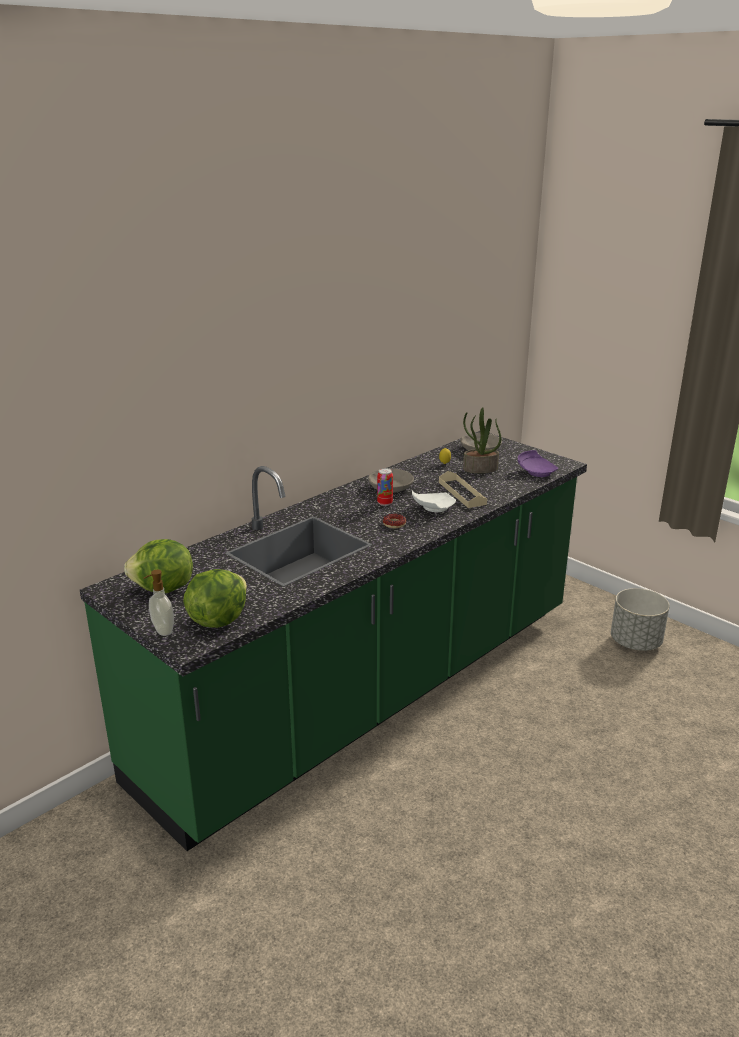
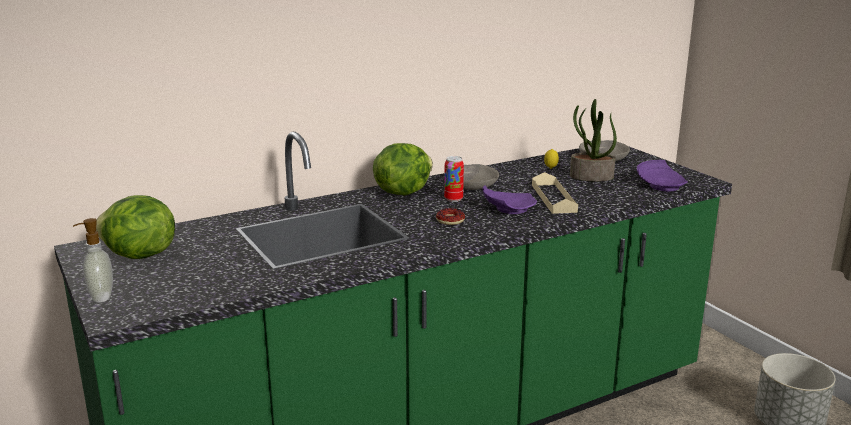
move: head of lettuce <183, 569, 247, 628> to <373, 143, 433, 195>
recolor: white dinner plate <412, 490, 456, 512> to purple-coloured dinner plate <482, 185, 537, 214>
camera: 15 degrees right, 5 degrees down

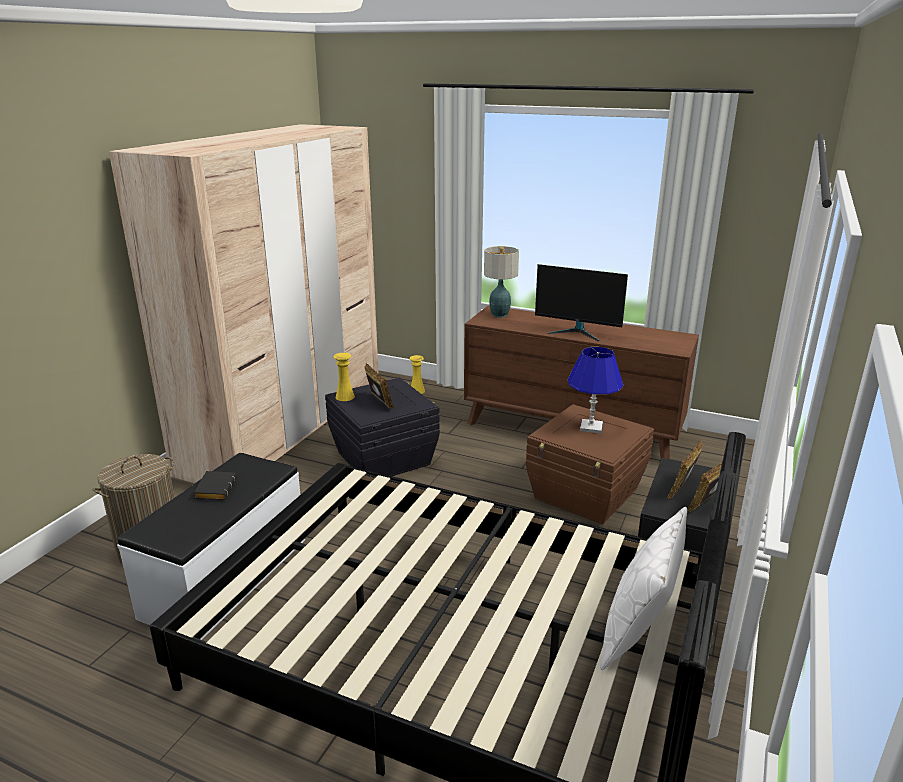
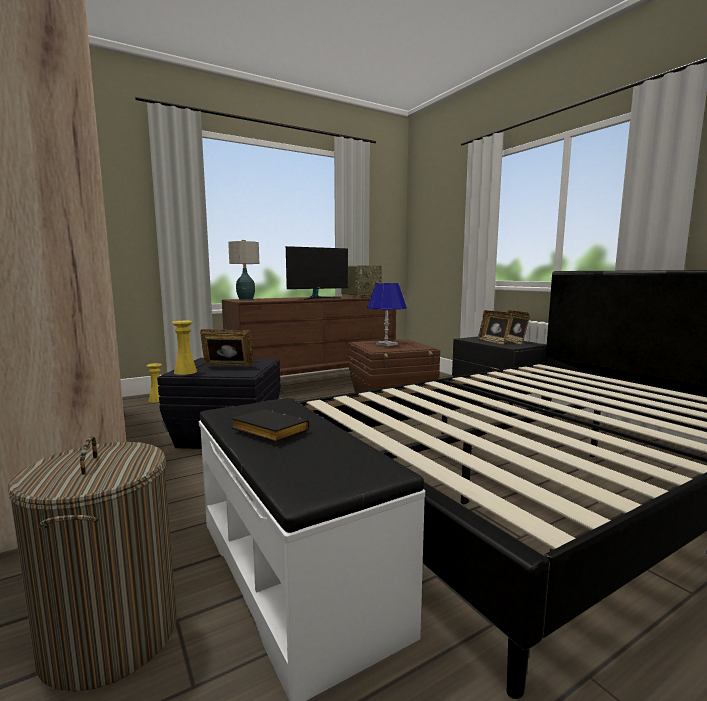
delete: white pillow <601, 507, 687, 670>
insert: radio <341, 265, 382, 298>
camera: 55 degrees left, 15 degrees down

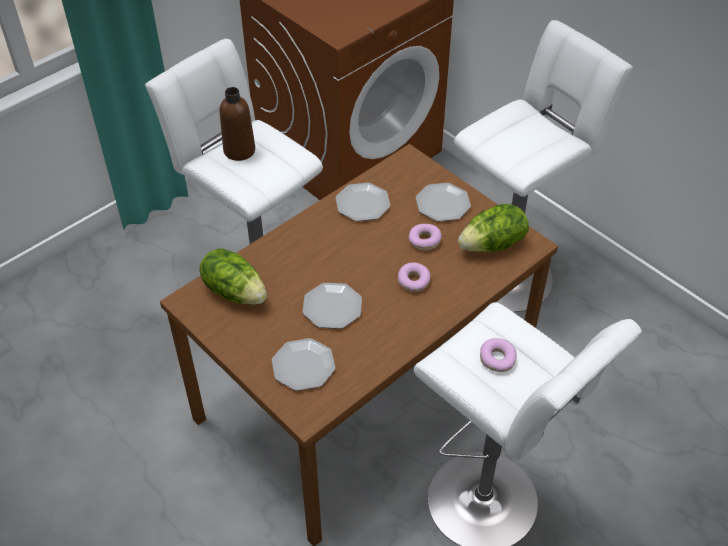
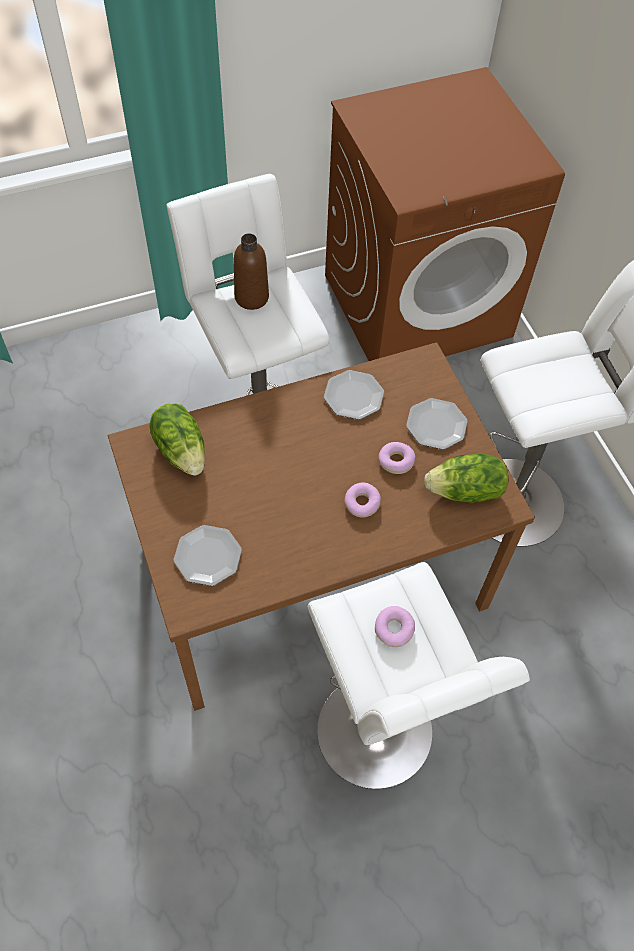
delete: dinner plate <303, 283, 362, 329>
camera: 20 degrees right, 10 degrees up

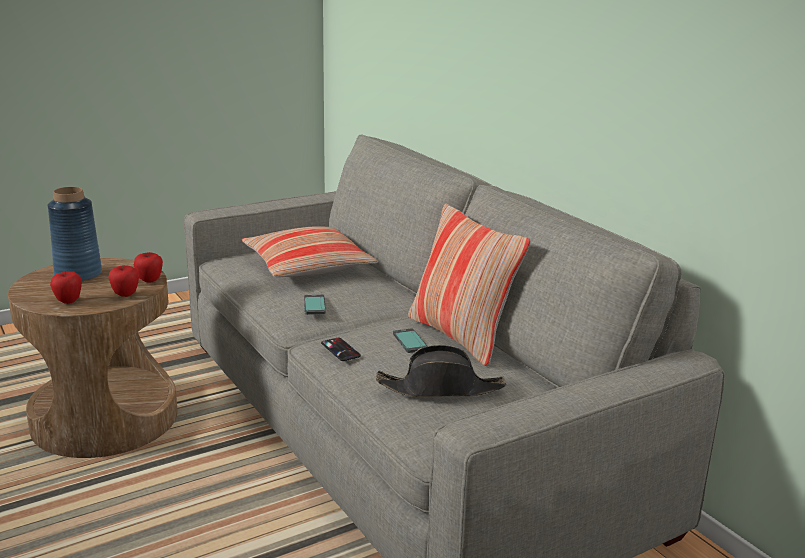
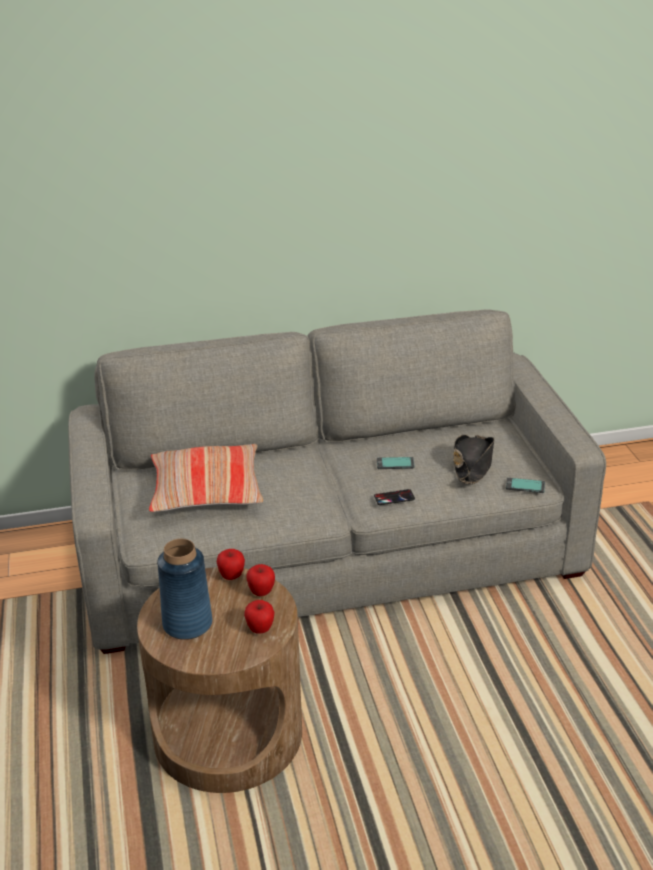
delete: pillow <408, 204, 531, 366>
move: handset <304, 295, 326, 315> to <506, 478, 545, 493>
camera: 70 degrees left, 10 degrees up

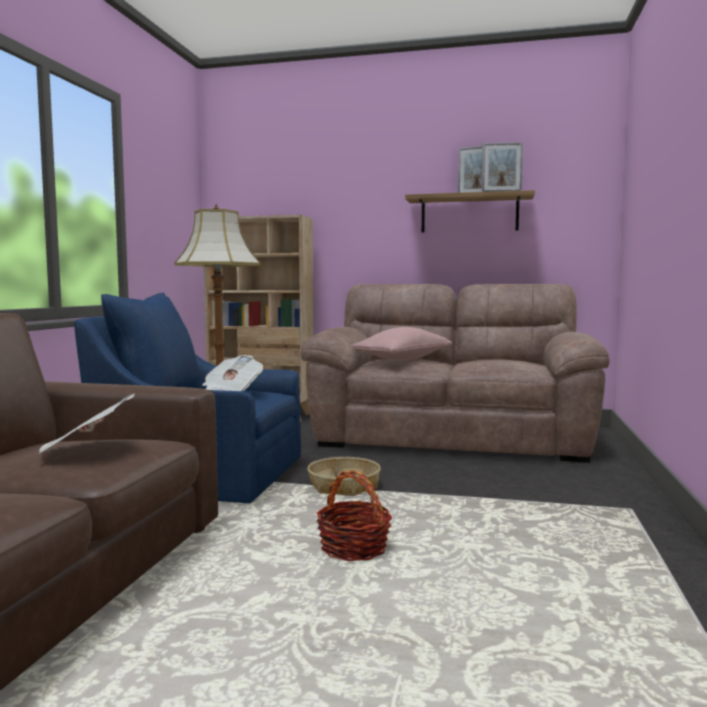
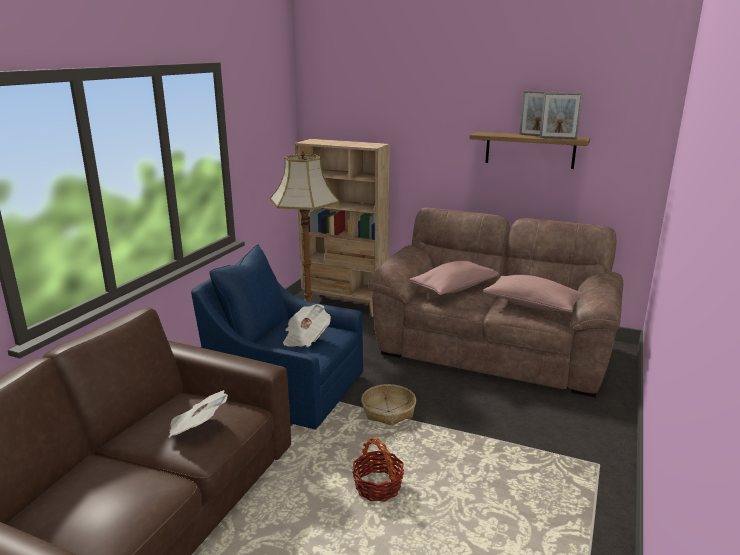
insert: pink pillow <483, 275, 582, 313>
camera: 10 degrees right, 15 degrees up

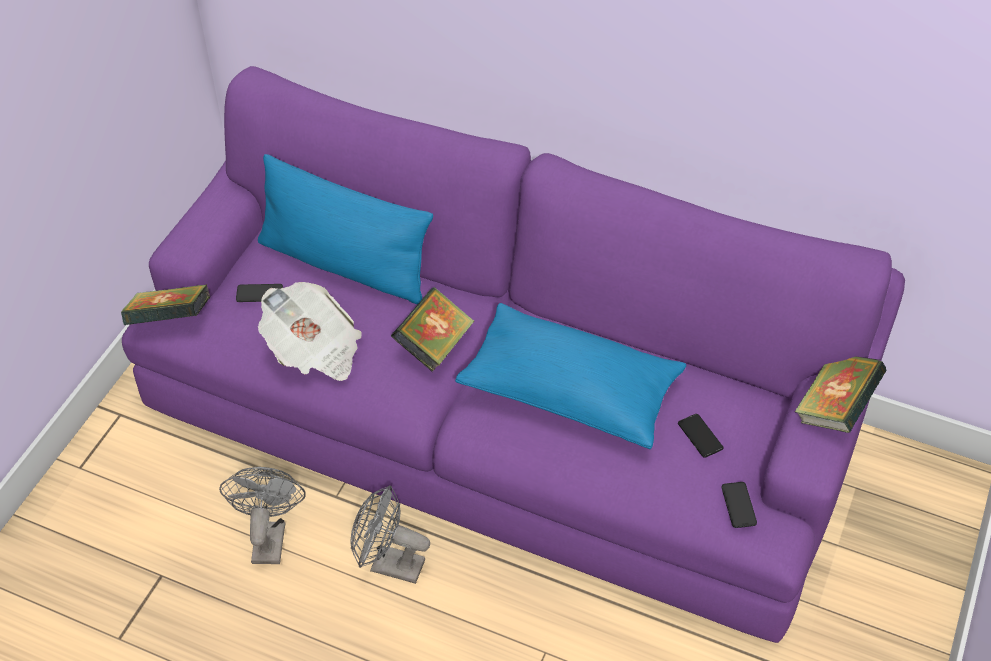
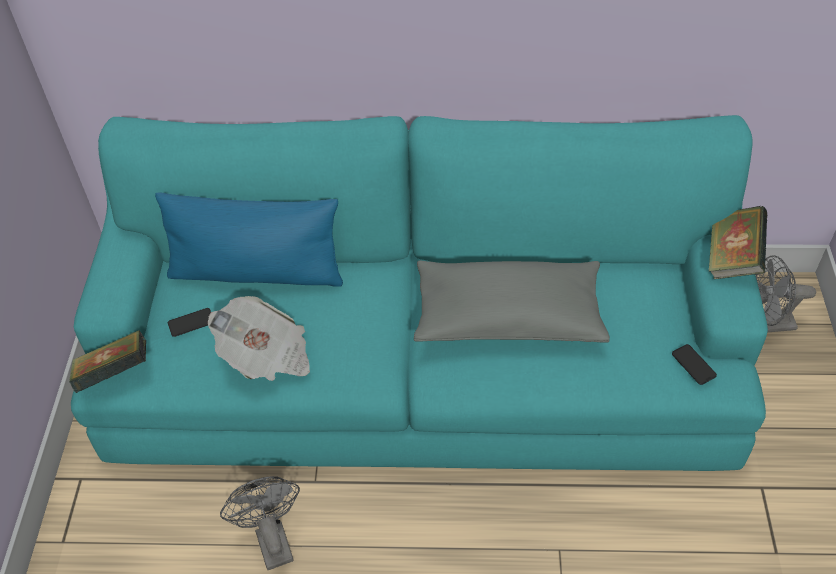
delete: book <391, 287, 474, 372>; handset <678, 414, 723, 458>
move: greyish electric fan <351, 485, 430, 584> to <755, 255, 816, 332>
recolor: purple-coloured settee <122, 66, 905, 643> to turquoise settee <71, 115, 768, 471>; blue pillow <455, 303, 686, 449> to greyish pillow <414, 261, 610, 343>
camera: 20 degrees left, 0 degrees up

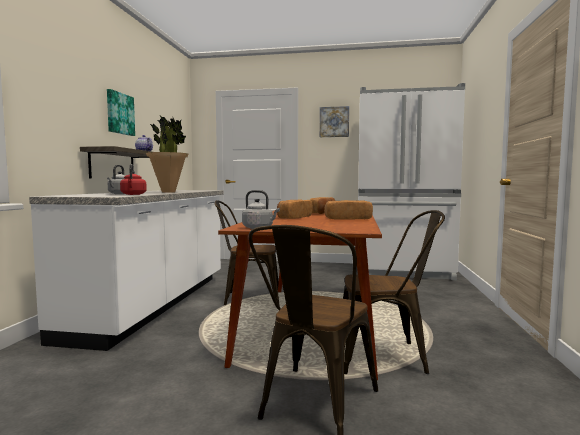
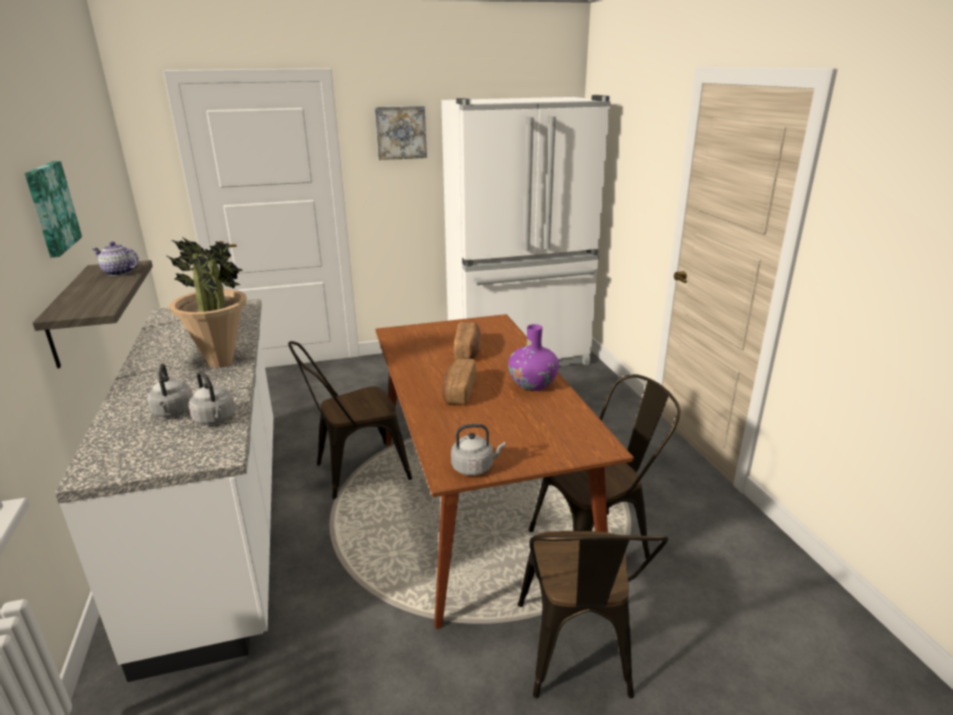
replace: bread <324, 200, 373, 220> to purple-coloured vase <508, 324, 559, 391>
recolor: reddish tea kettle <120, 164, 147, 195> to greyish tea kettle <188, 371, 235, 425>
camera: 25 degrees left, 20 degrees up

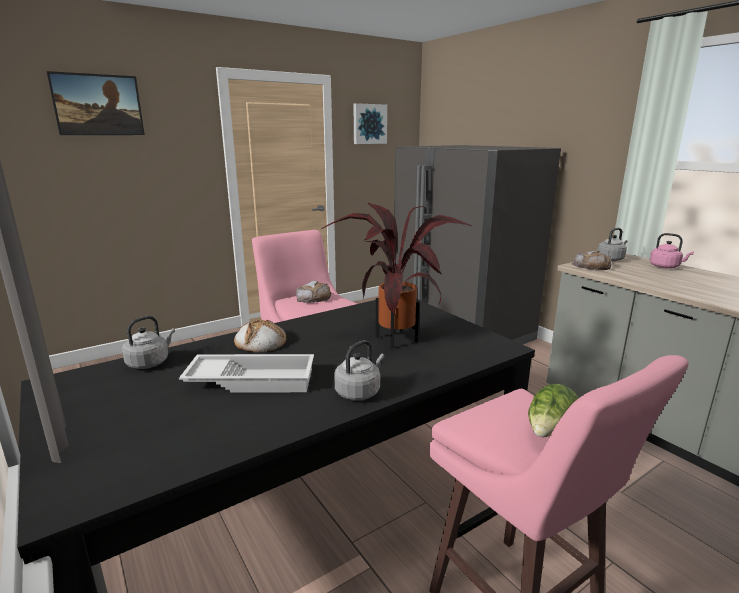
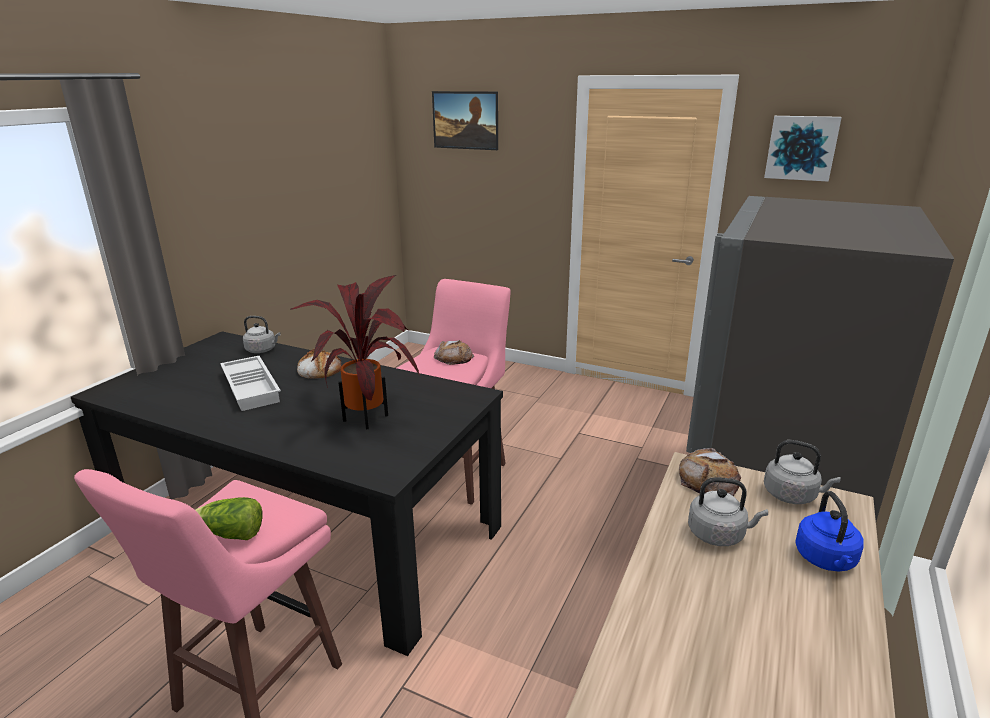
move: greyish tea kettle <334, 340, 385, 401> to <688, 477, 768, 546>
recolor: pink tea kettle <650, 233, 694, 268> to blue tea kettle <795, 491, 864, 571>
camera: 60 degrees right, 5 degrees up

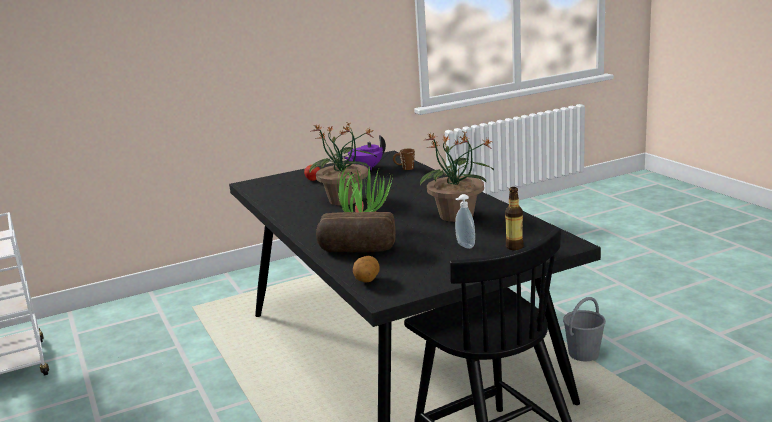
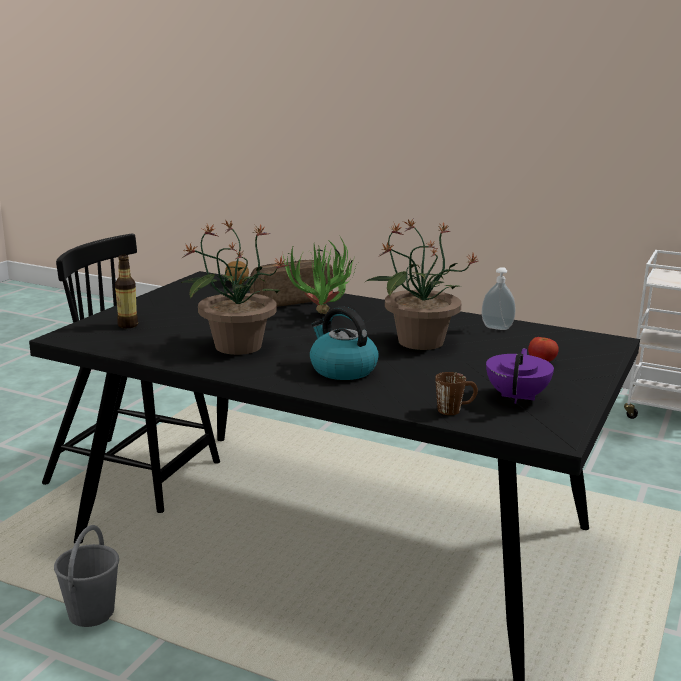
insert: tea kettle <310, 307, 379, 380>
move: soap dispenser <455, 194, 475, 249> to <482, 267, 516, 330>
camera: 140 degrees right, 0 degrees up

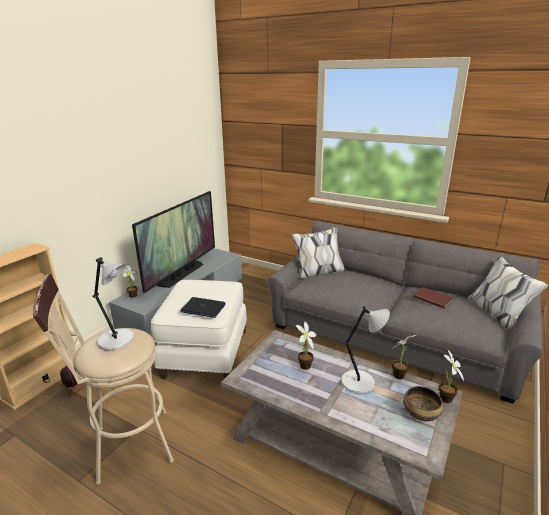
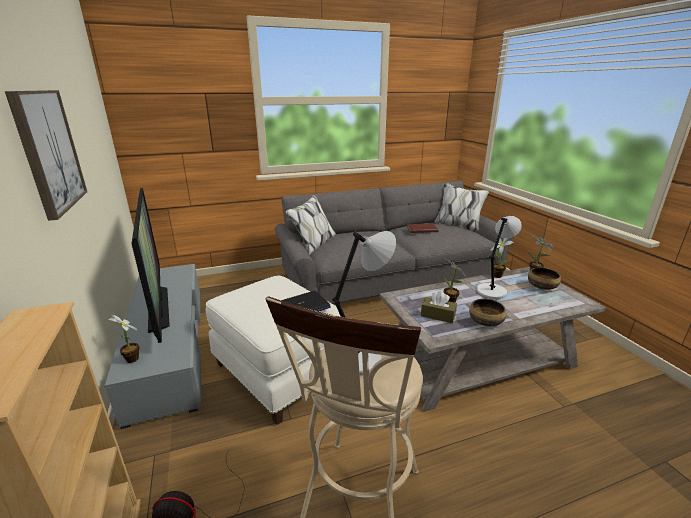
insert: picture <5, 90, 87, 221>; brownish tissue holder <421, 291, 457, 323>; deep dish <469, 299, 506, 326>
camera: 50 degrees left, 0 degrees up

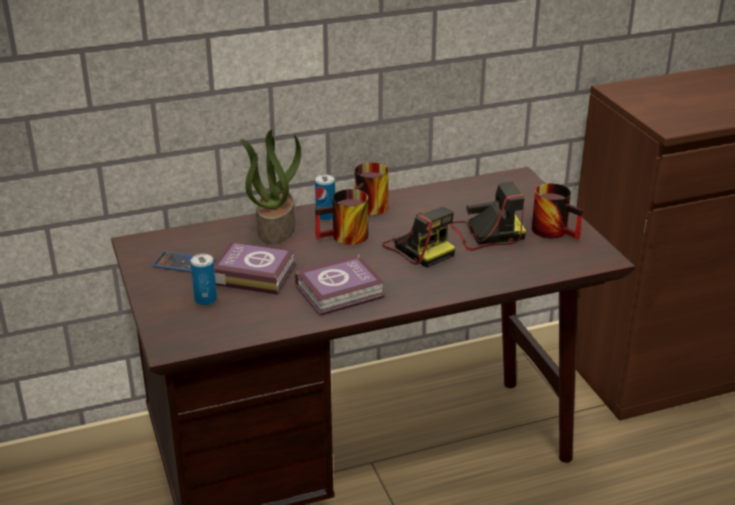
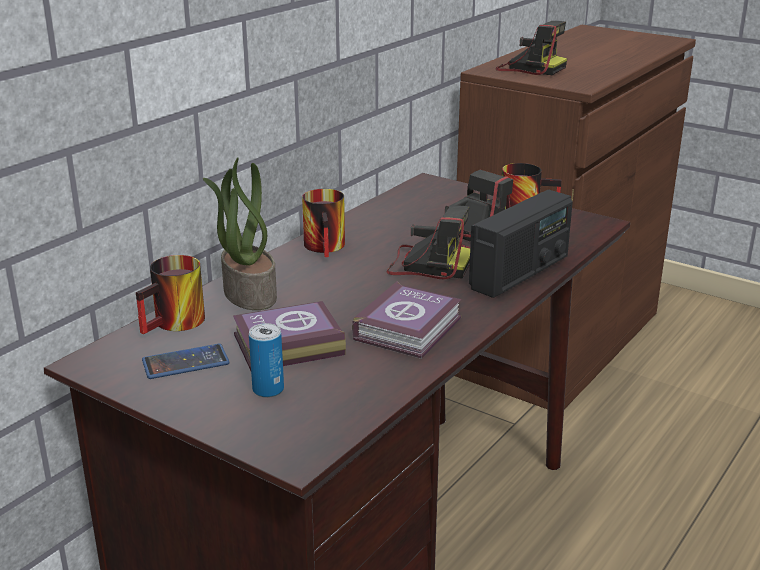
delete: sealed can <315, 174, 335, 221>
insert: radio <469, 190, 573, 298>; still camera <495, 21, 567, 75>
move: coffee mug <315, 189, 368, 245> to <136, 255, 205, 334>
camera: 35 degrees left, 5 degrees down

